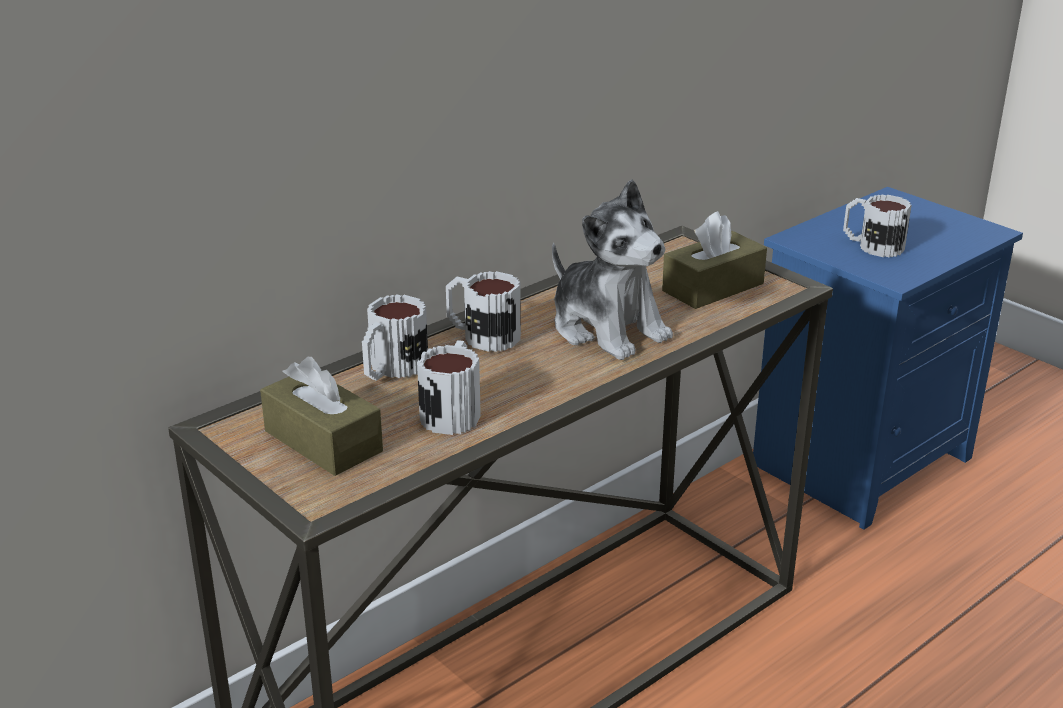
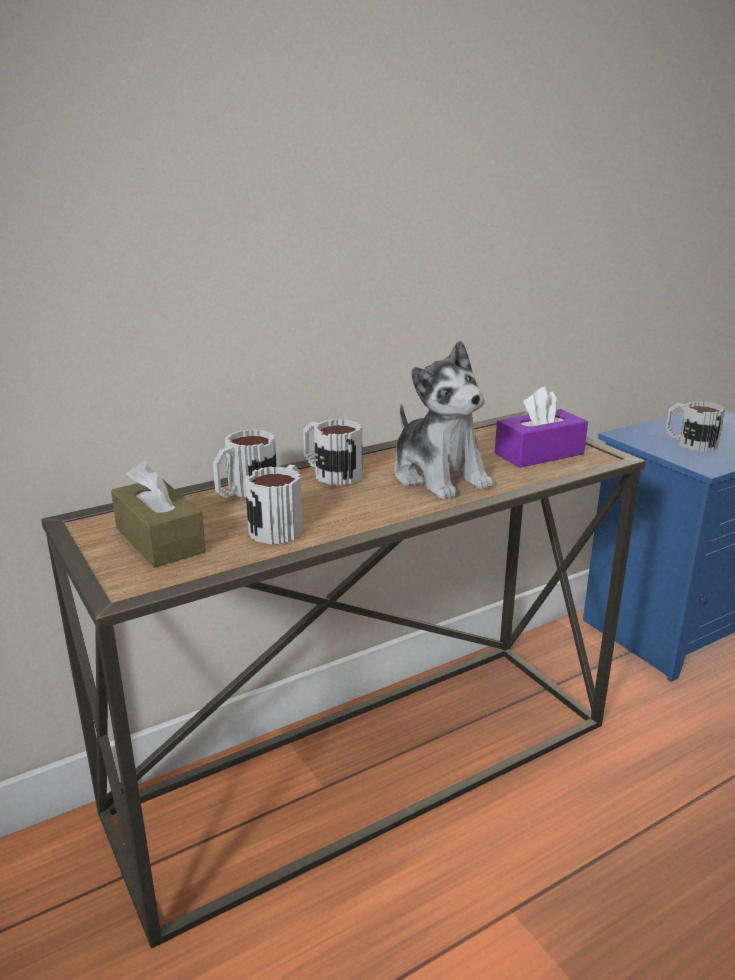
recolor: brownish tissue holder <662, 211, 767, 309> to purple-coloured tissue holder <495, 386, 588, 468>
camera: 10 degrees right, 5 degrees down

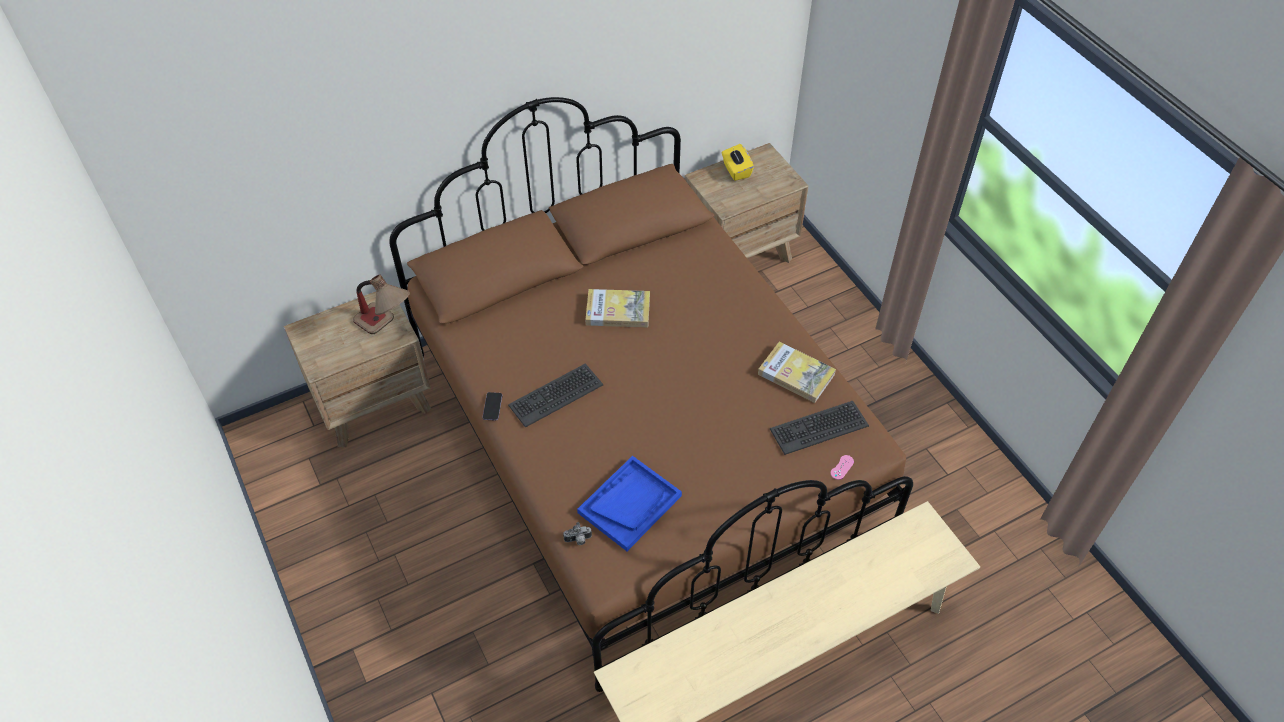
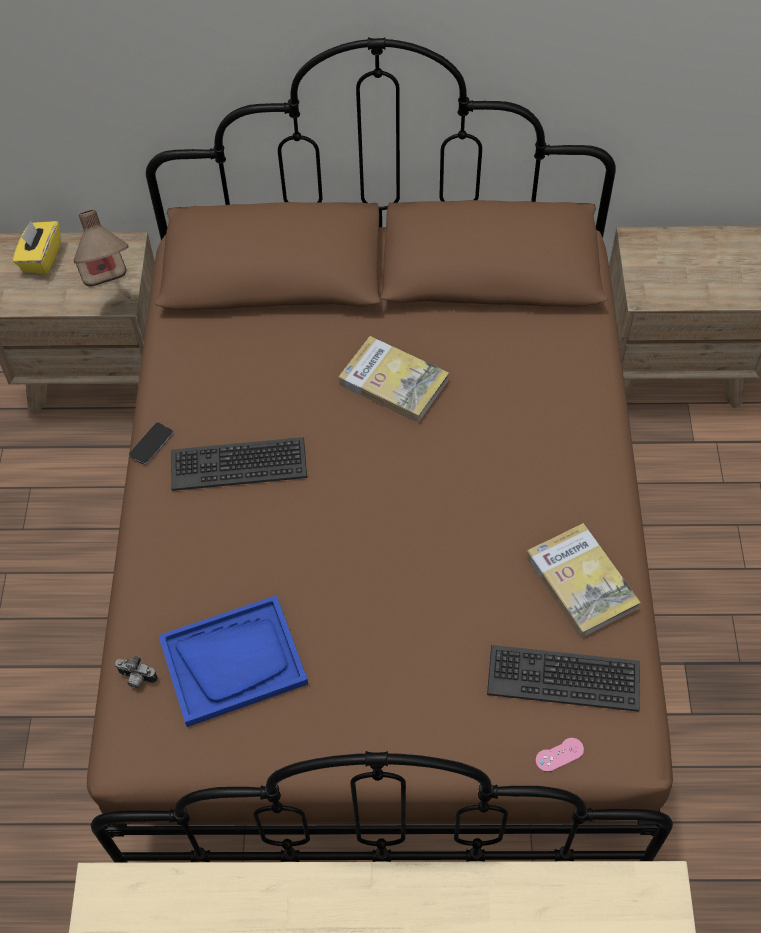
move: yellowish tissue holder <721, 144, 754, 181> to <13, 220, 61, 275>
camera: 30 degrees right, 5 degrees up

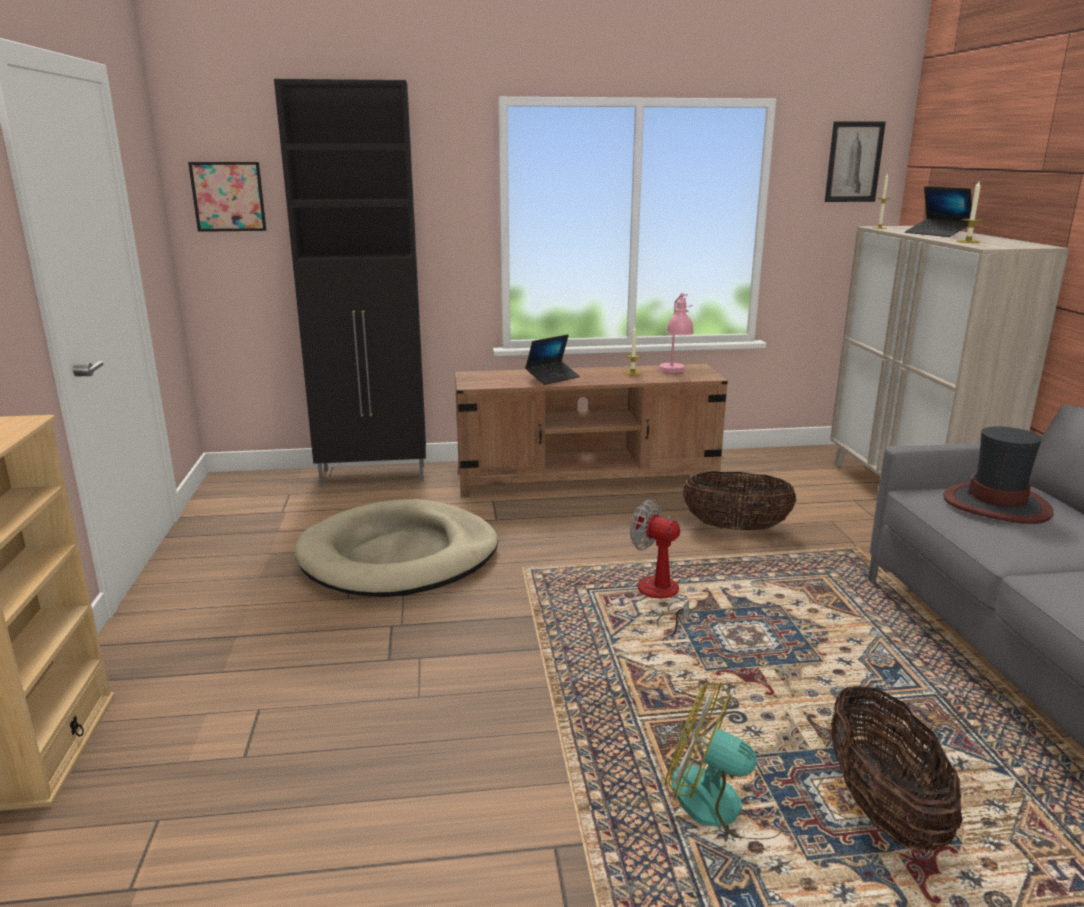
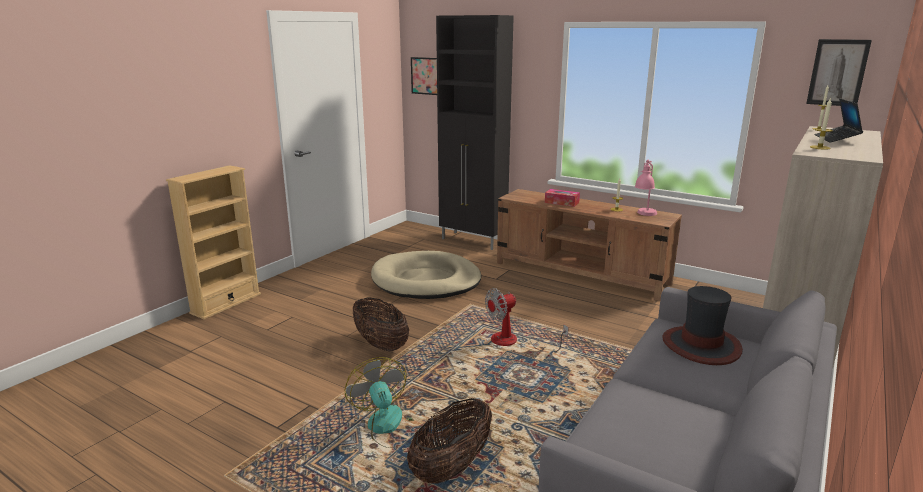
move: basket <683, 471, 797, 530> to <353, 298, 409, 351>
replace: notebook computer <525, 334, 580, 385> to tissue holder <545, 189, 580, 207>
rotate: electric fan <630, 500, 691, 636> = <485, 288, 569, 352> 105 degrees counterclockwise
camera: 40 degrees right, 0 degrees up

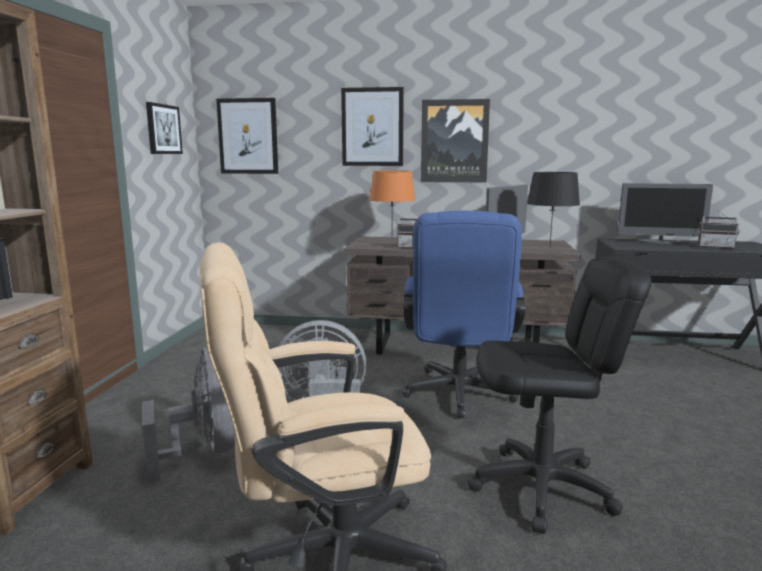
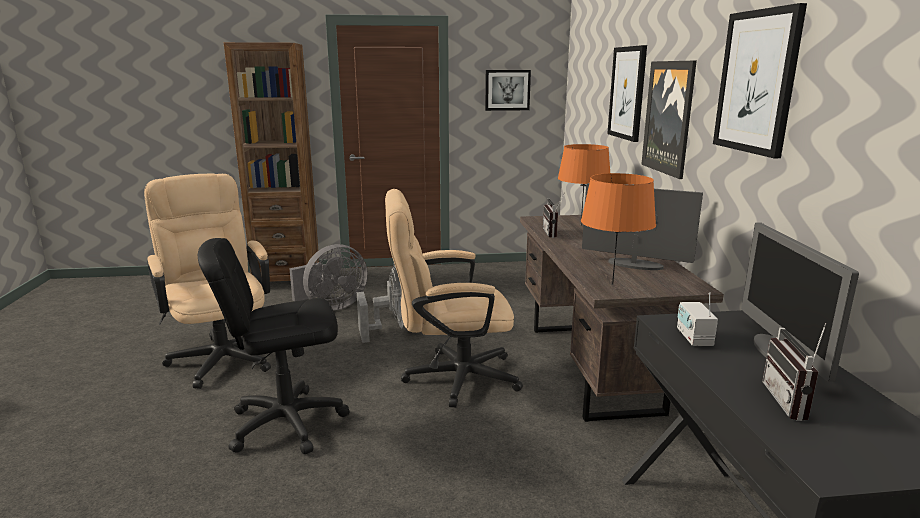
insert: radio <677, 292, 718, 346>
move: picture <216, 98, 278, 174> to <713, 3, 807, 158>
recolor: blue desk chair <402, 211, 526, 418> to sand-coloured desk chair <385, 189, 523, 408>; black-coloured tabletop lamp <527, 172, 580, 246> to orange-coloured tabletop lamp <581, 173, 656, 285>
rotate: black-coloured desk chair <467, 257, 651, 534> = <198, 238, 349, 454> 90 degrees clockwise
camera: 75 degrees right, 5 degrees up

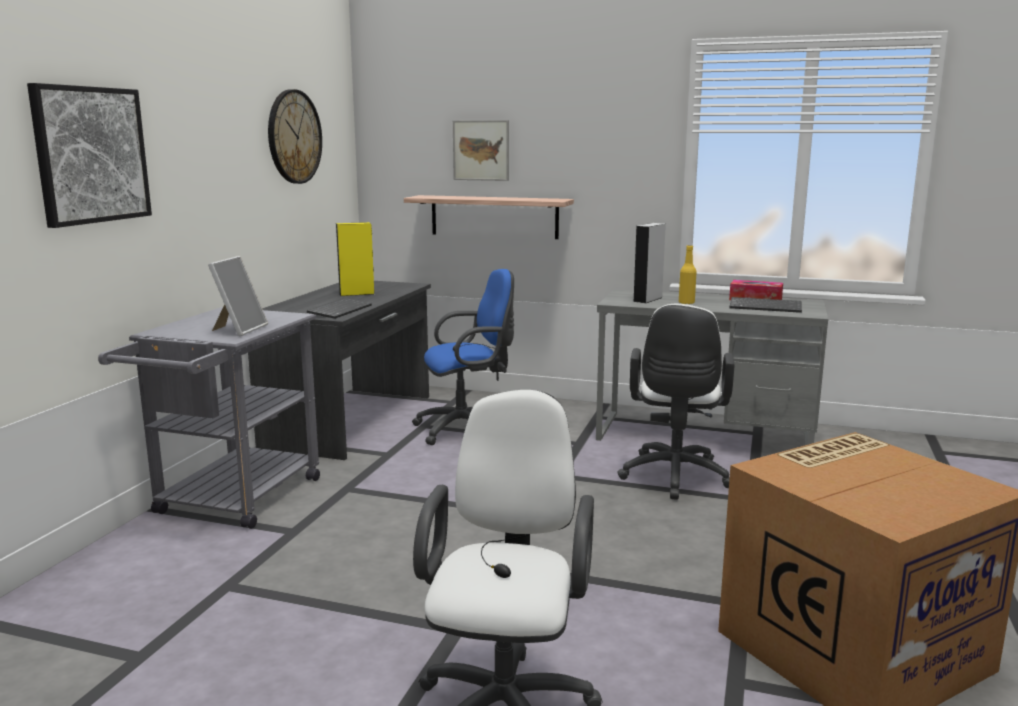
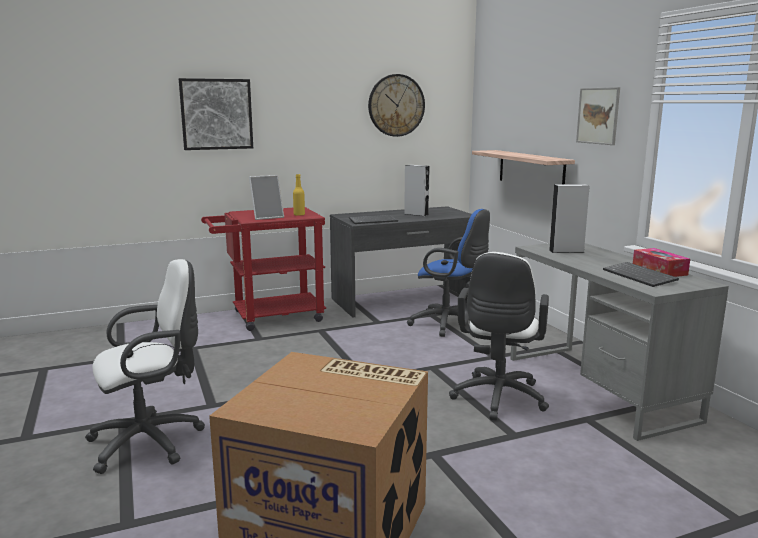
move: picture <453, 120, 509, 181> to <576, 87, 620, 145>; yellowish bottle <679, 245, 697, 304> to <293, 174, 305, 216>
recolor: greyish trolley <98, 307, 320, 529> to reddish trolley <201, 207, 326, 331>; yellowish loudspeaker <336, 222, 374, 296> to greyish loudspeaker <404, 165, 430, 216>
rotate: white desk chair <617, 304, 735, 500> = <449, 252, 549, 421> 45 degrees counterclockwise
camera: 50 degrees right, 0 degrees up

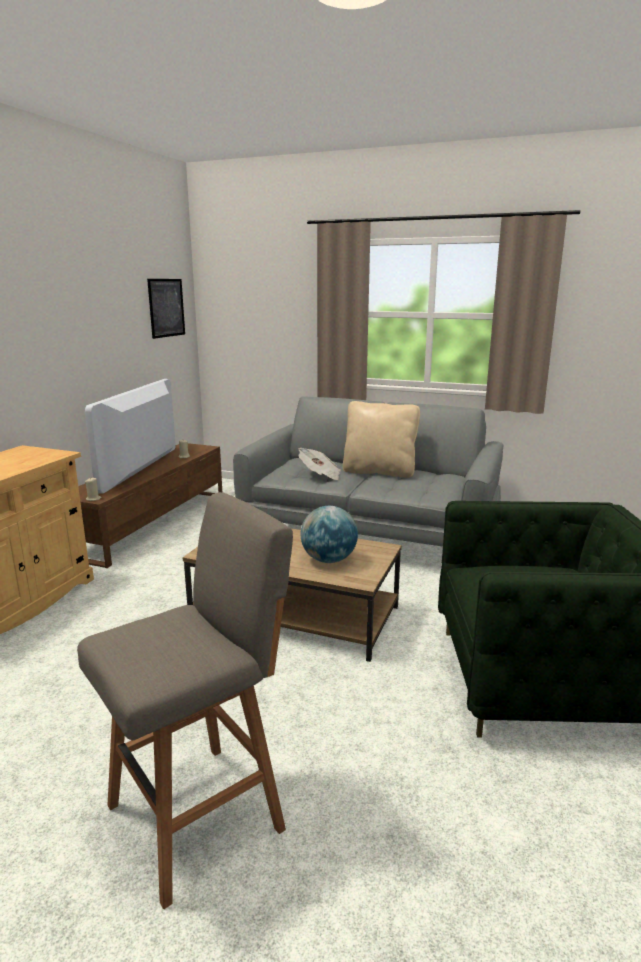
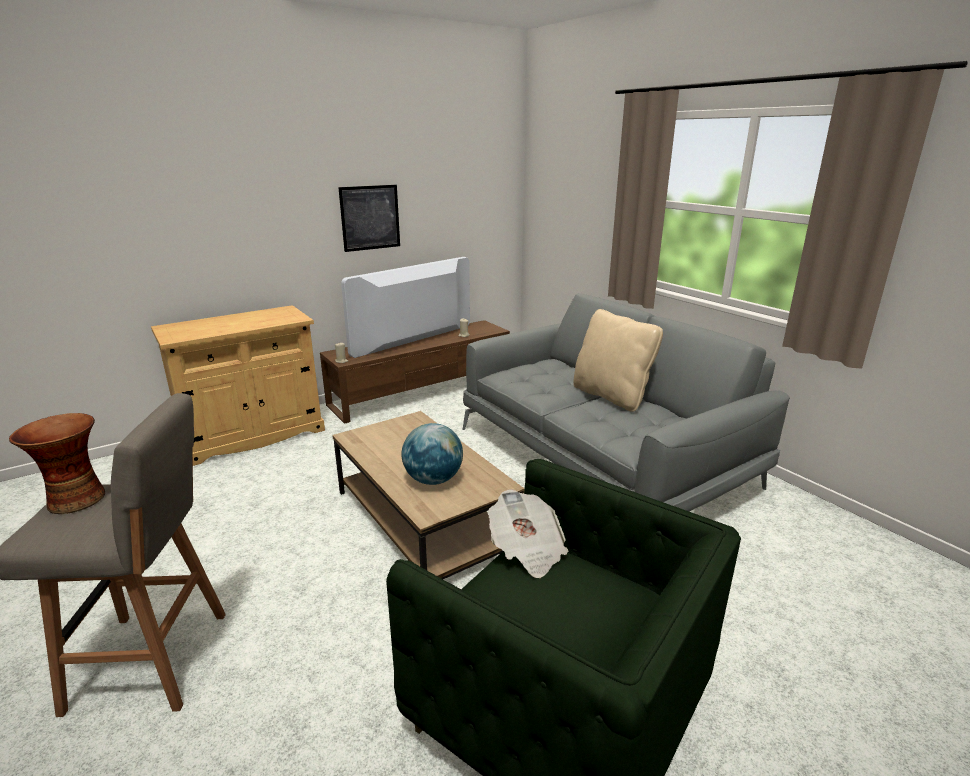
insert: vase <9, 413, 105, 514>
move: picture <147, 279, 185, 339> to <338, 185, 400, 252>; newspaper <298, 448, 341, 480> to <488, 489, 568, 578>
camera: 35 degrees right, 5 degrees up

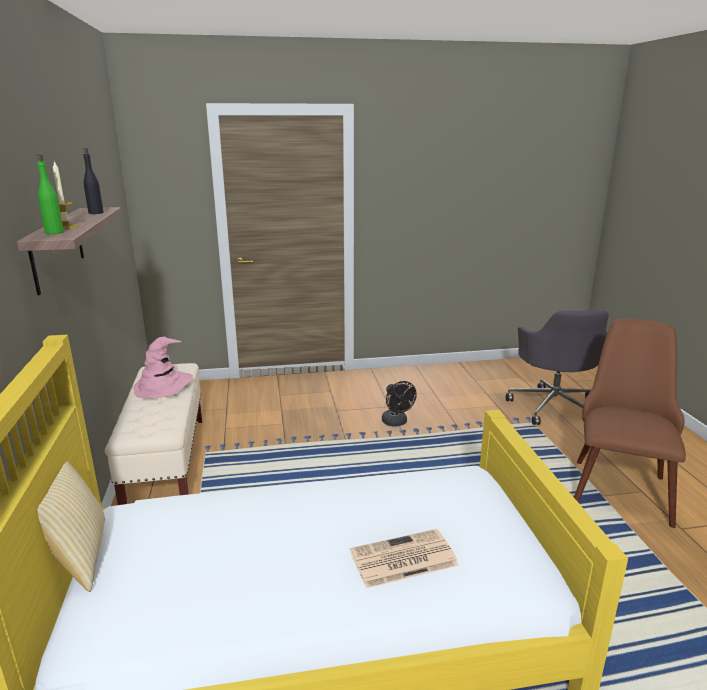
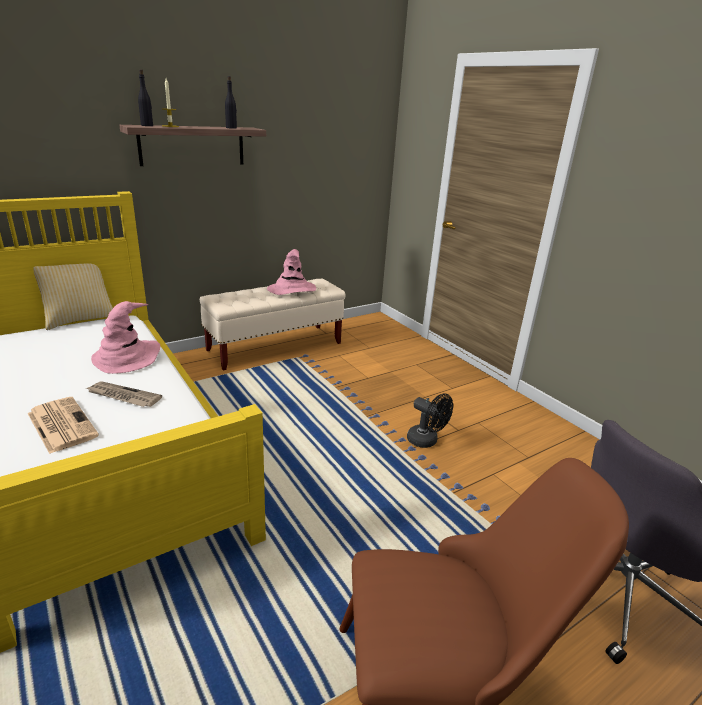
insert: newspaper <86, 382, 162, 407>; pink hat <91, 301, 160, 374>
recolor: green-coloured bottle <37, 154, 64, 234> to black-coloured bottle <138, 69, 153, 126>
rotate: black-coloured electric fan <382, 381, 417, 427> = <407, 393, 453, 448> 90 degrees counterclockwise
camera: 65 degrees right, 5 degrees up

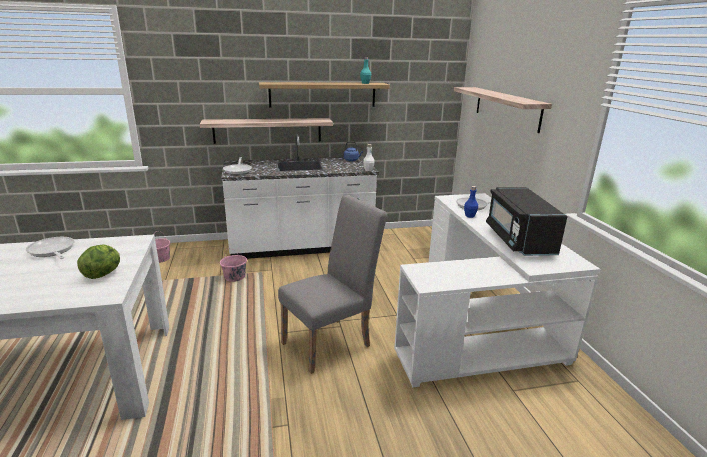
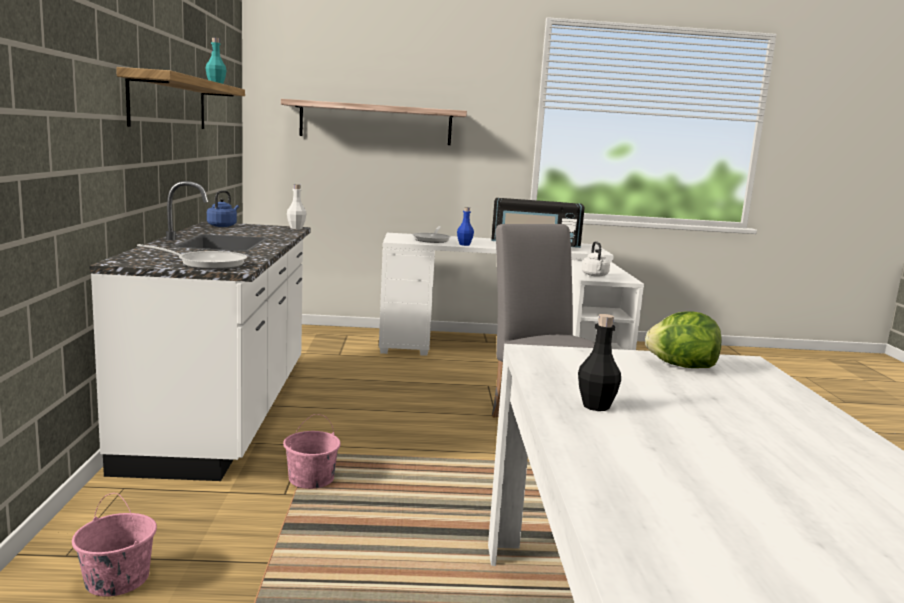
delete: wall shelf <200, 118, 333, 144>
insert: white tea kettle <582, 241, 610, 277>
replace: pan <26, 237, 75, 259> to black-coloured bottle <578, 314, 621, 411>
camera: 80 degrees left, 10 degrees down

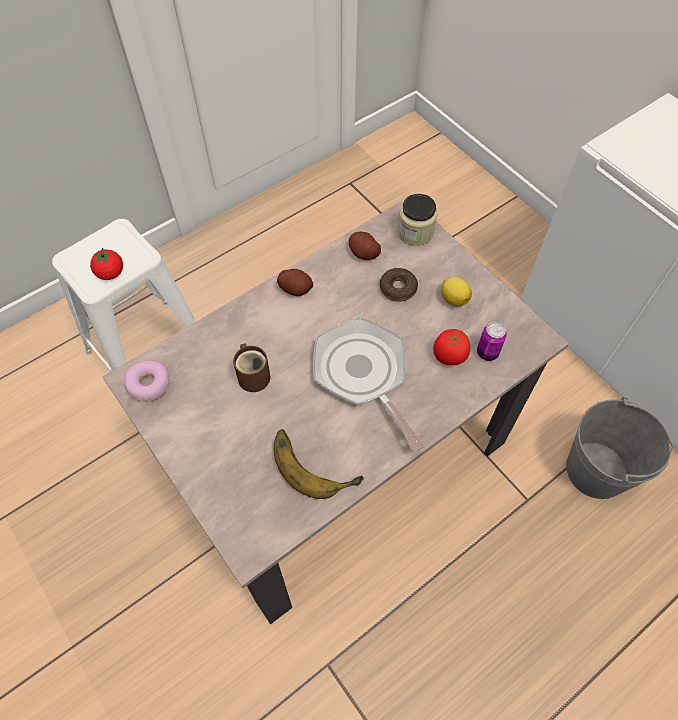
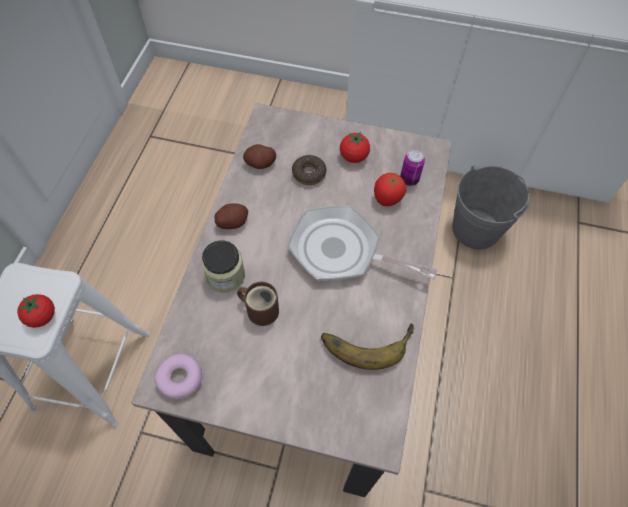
move: preserve jar <398, 194, 437, 246> to <202, 240, 245, 293>
replace: lemon <441, 277, 472, 307> to fresh tomato <340, 132, 370, 163>
camera: 40 degrees left, 0 degrees up

